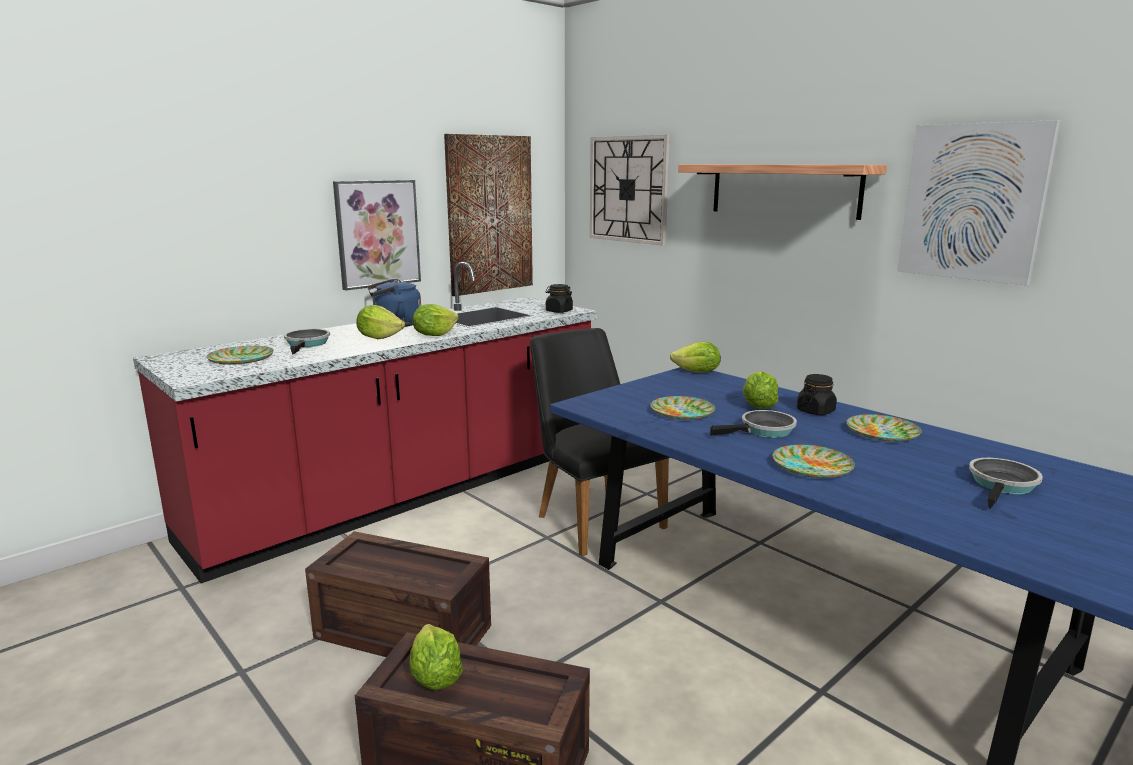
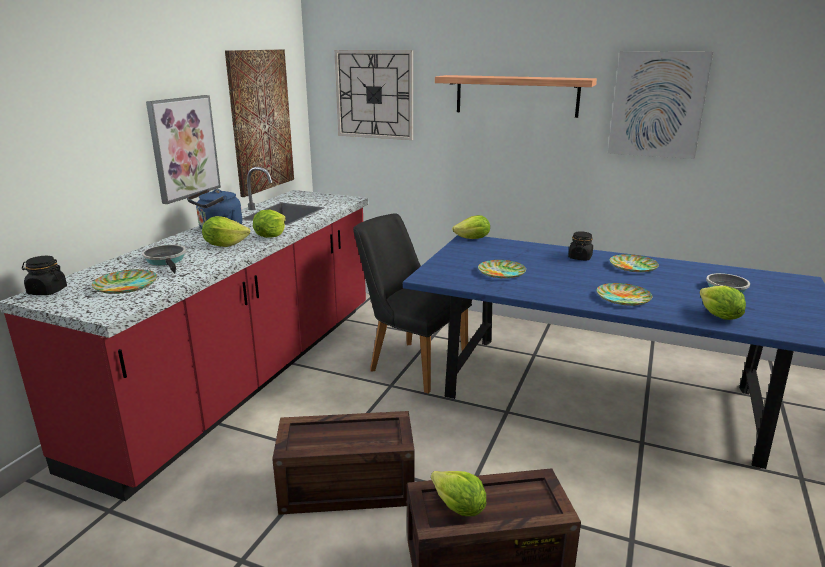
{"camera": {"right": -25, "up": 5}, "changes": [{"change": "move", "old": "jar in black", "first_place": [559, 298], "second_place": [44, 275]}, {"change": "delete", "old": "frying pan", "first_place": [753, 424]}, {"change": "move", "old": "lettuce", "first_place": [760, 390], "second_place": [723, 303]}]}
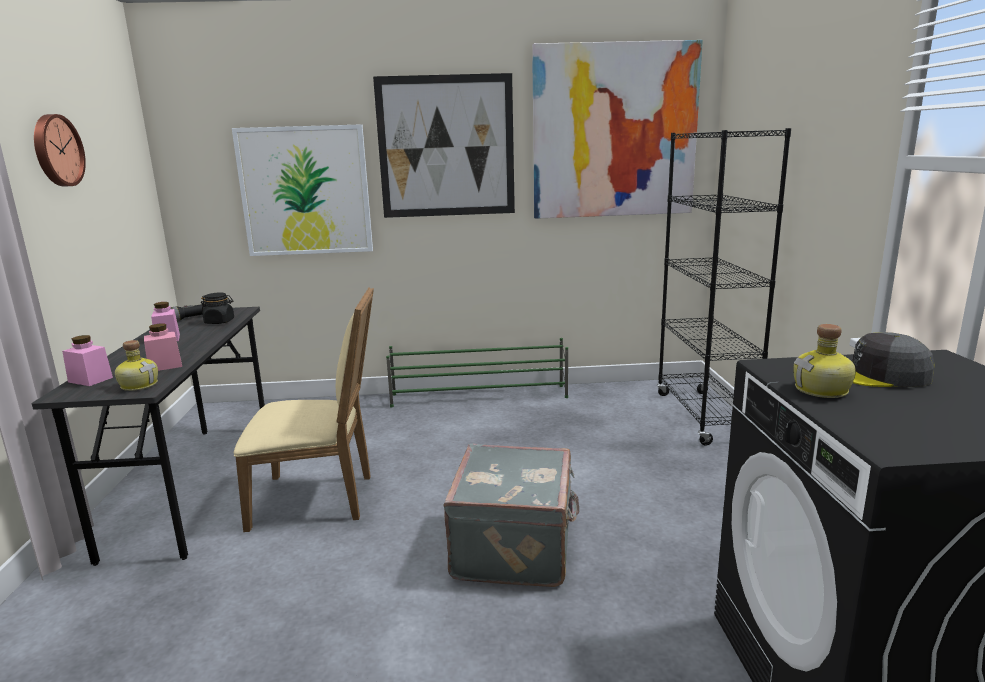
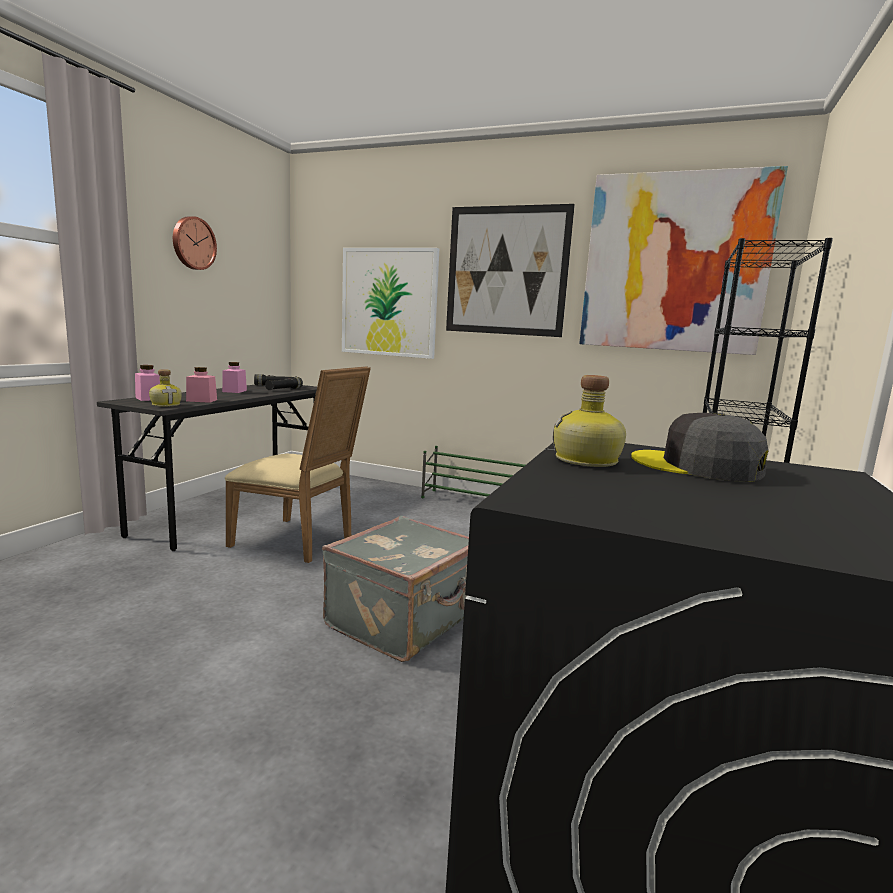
{"camera": {"right": 25, "up": -5}, "changes": [{"change": "replace", "old": "jar in black", "new": "flashlight in black", "first_place": [217, 308], "second_place": [284, 383]}]}
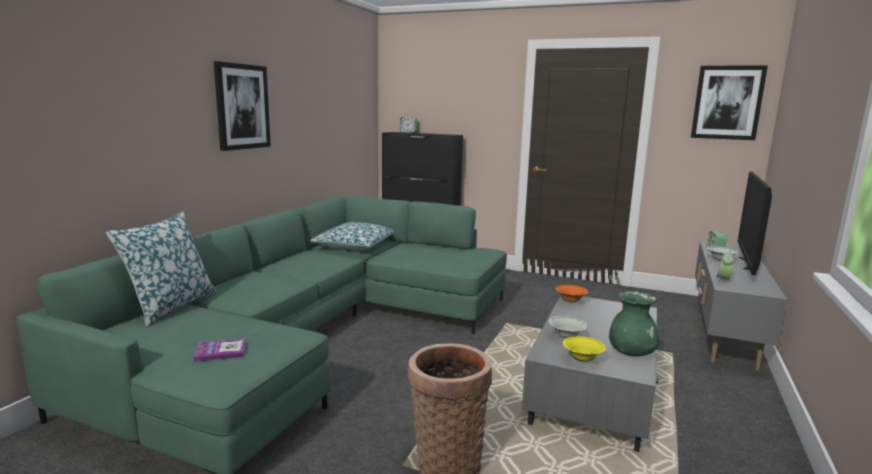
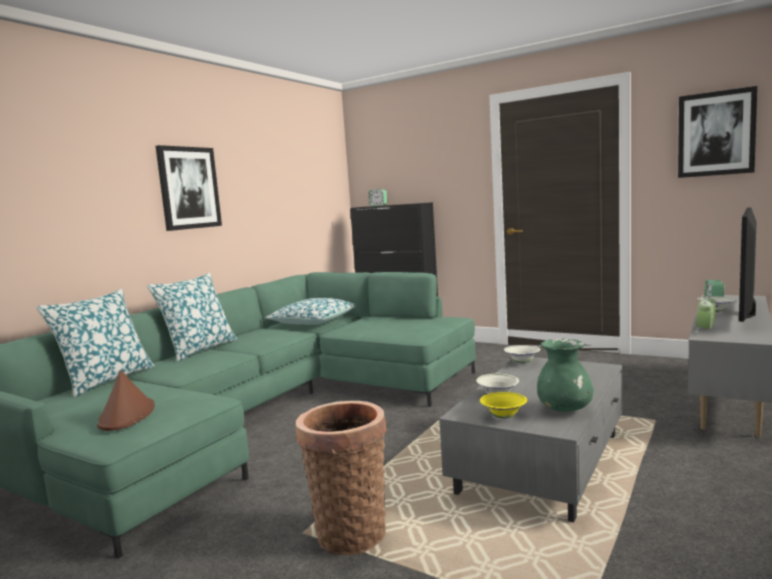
{"camera": {"right": 10, "up": -5}, "changes": [{"change": "replace", "old": "book", "new": "hat in brown", "first_place": [220, 350], "second_place": [126, 400]}, {"change": "recolor", "old": "bowl in orange", "new": "bowl in white", "first_place": [571, 293], "second_place": [522, 354]}, {"change": "insert", "new": "pillow", "second_place": [192, 317]}]}
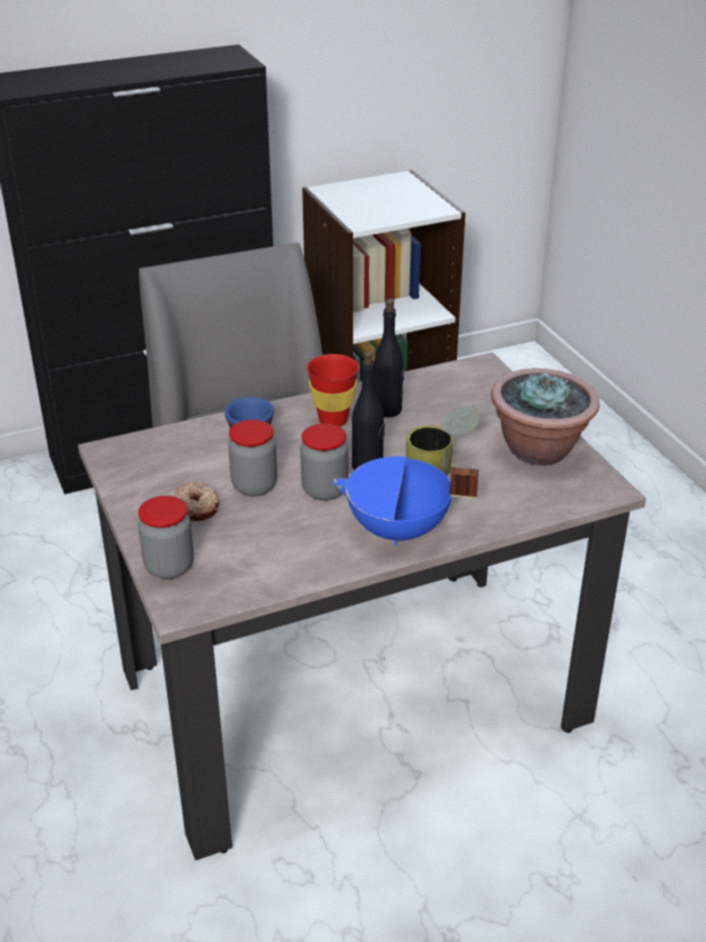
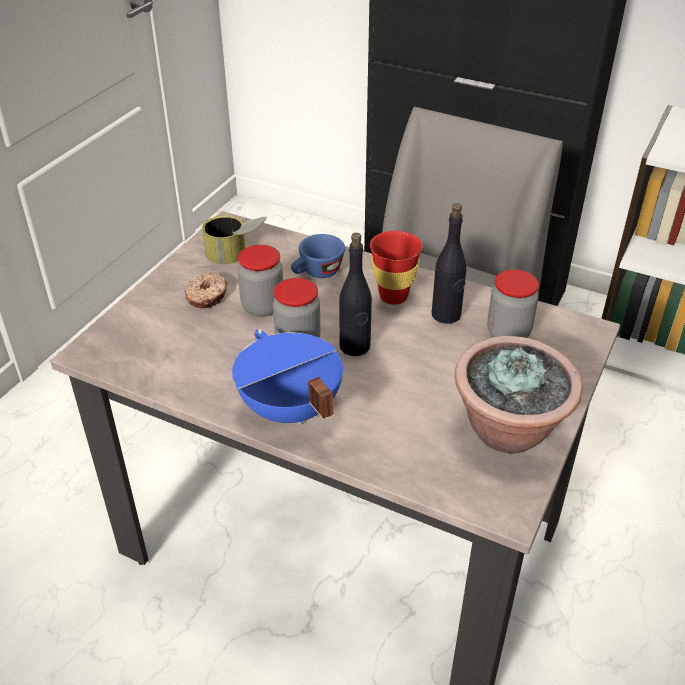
{"camera": {"right": 50, "up": 5}, "changes": [{"change": "move", "old": "jar", "first_place": [166, 537], "second_place": [513, 304]}, {"change": "move", "old": "can", "first_place": [443, 441], "second_place": [234, 239]}]}
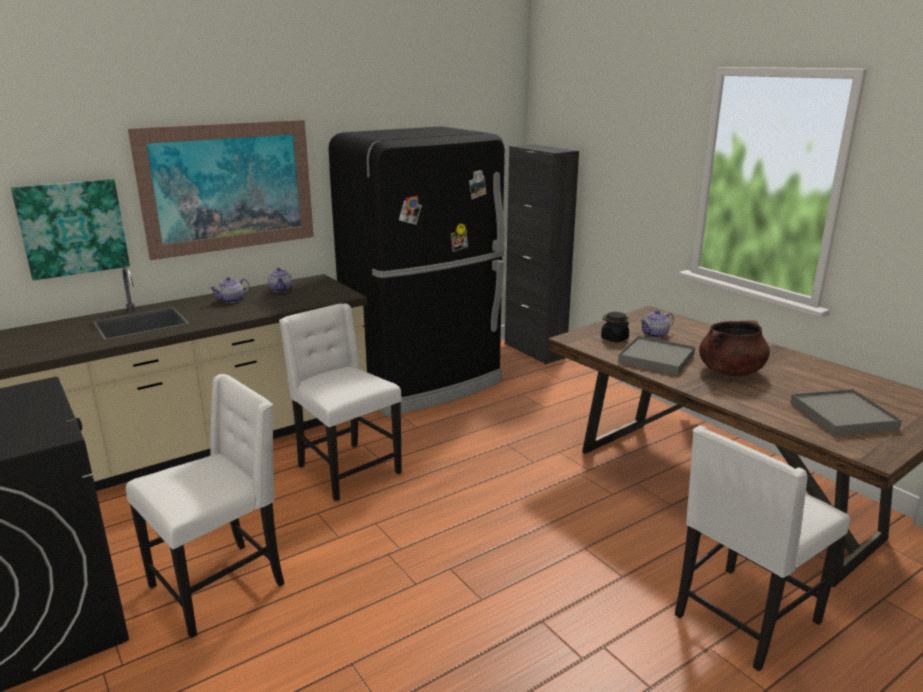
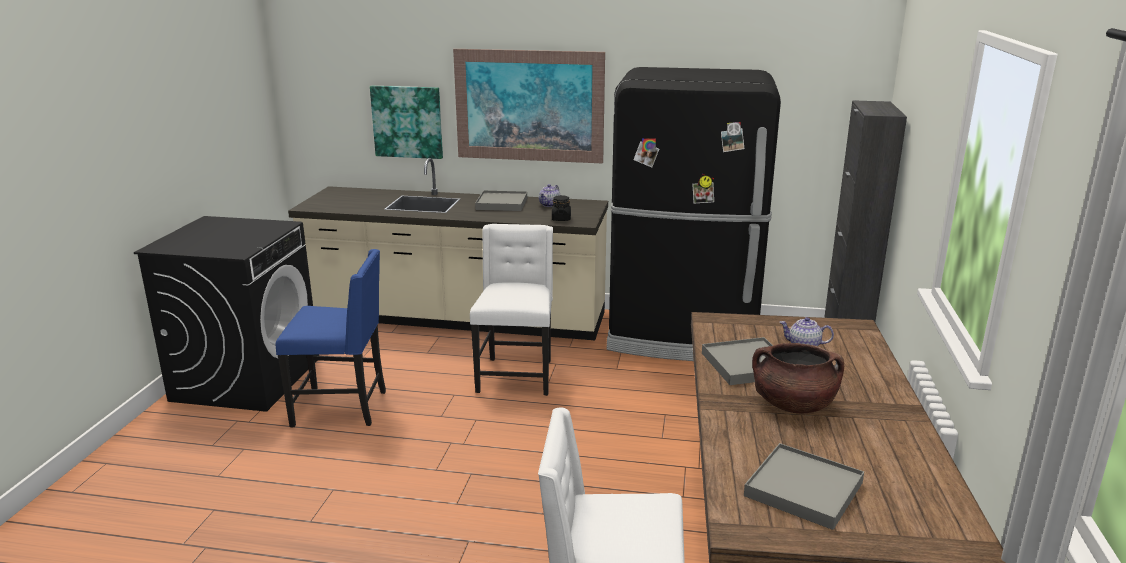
{"camera": {"right": 45, "up": 0}, "changes": [{"change": "recolor", "old": "chair in white", "new": "chair in blue", "first_place": [205, 506], "second_place": [331, 338]}, {"change": "replace", "old": "teapot", "new": "tray in grey", "first_place": [229, 290], "second_place": [501, 200]}, {"change": "move", "old": "jar in black", "first_place": [615, 327], "second_place": [561, 208]}]}
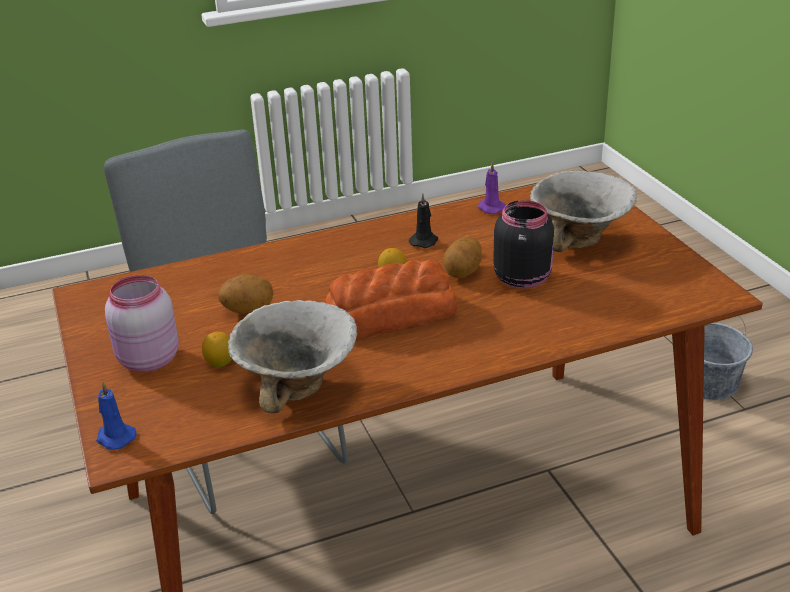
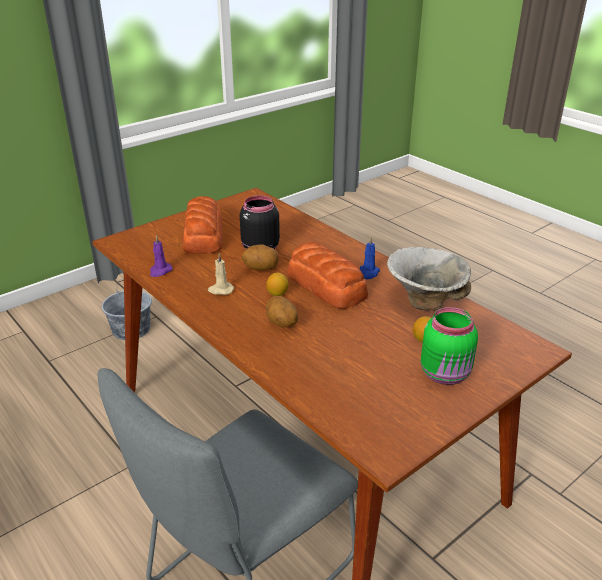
{"camera": {"right": -110, "up": 0}, "changes": [{"change": "move", "old": "candle in blue", "first_place": [116, 415], "second_place": [370, 258]}, {"change": "recolor", "old": "jar in pink", "new": "jar in green", "first_place": [142, 323], "second_place": [449, 346]}, {"change": "move", "old": "potato", "first_place": [246, 293], "second_place": [282, 312]}, {"change": "recolor", "old": "candle in black", "new": "candle in beige", "first_place": [423, 221], "second_place": [221, 274]}, {"change": "replace", "old": "bowl", "new": "bread", "first_place": [583, 211], "second_place": [203, 225]}]}
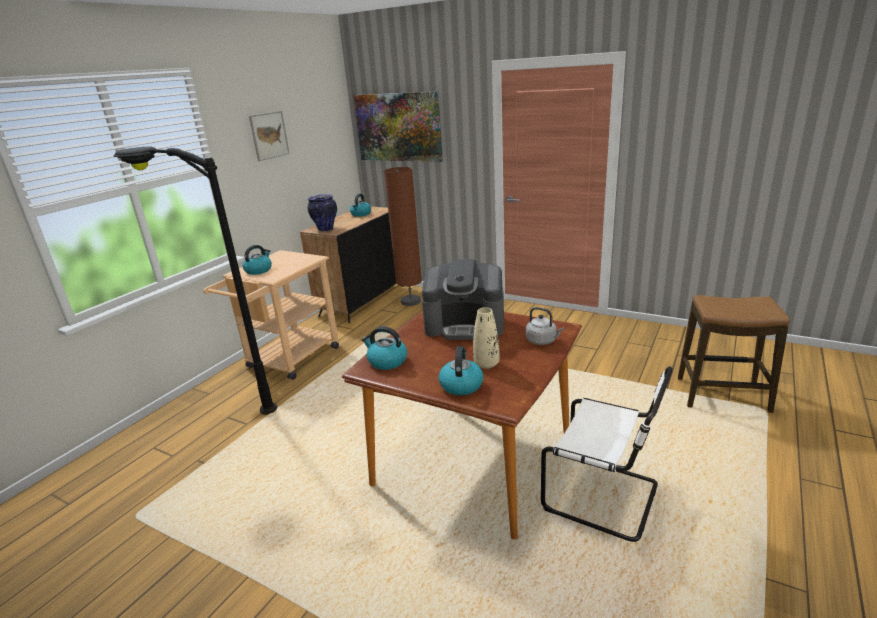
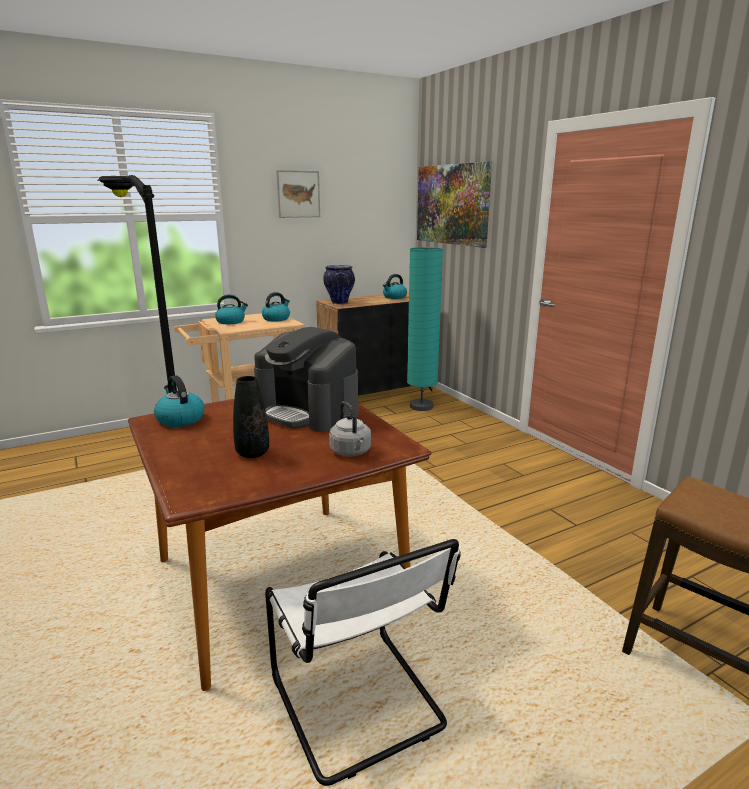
{"camera": {"right": 30, "up": -5}, "changes": [{"change": "recolor", "old": "floor lamp in brown", "new": "floor lamp in turquoise", "first_place": [403, 236], "second_place": [425, 329]}, {"change": "move", "old": "kettle", "first_place": [461, 371], "second_place": [276, 306]}, {"change": "recolor", "old": "vase in beige", "new": "vase in black", "first_place": [486, 338], "second_place": [251, 417]}]}
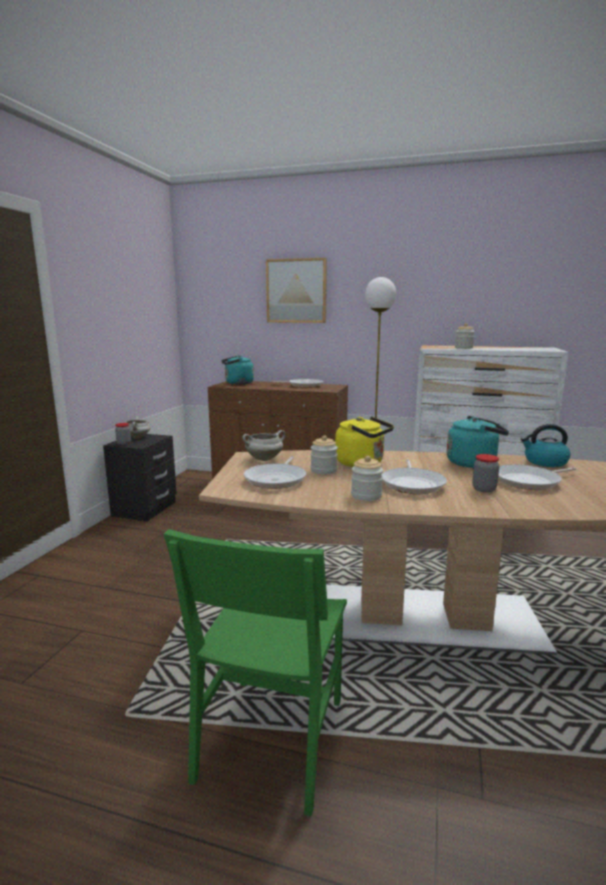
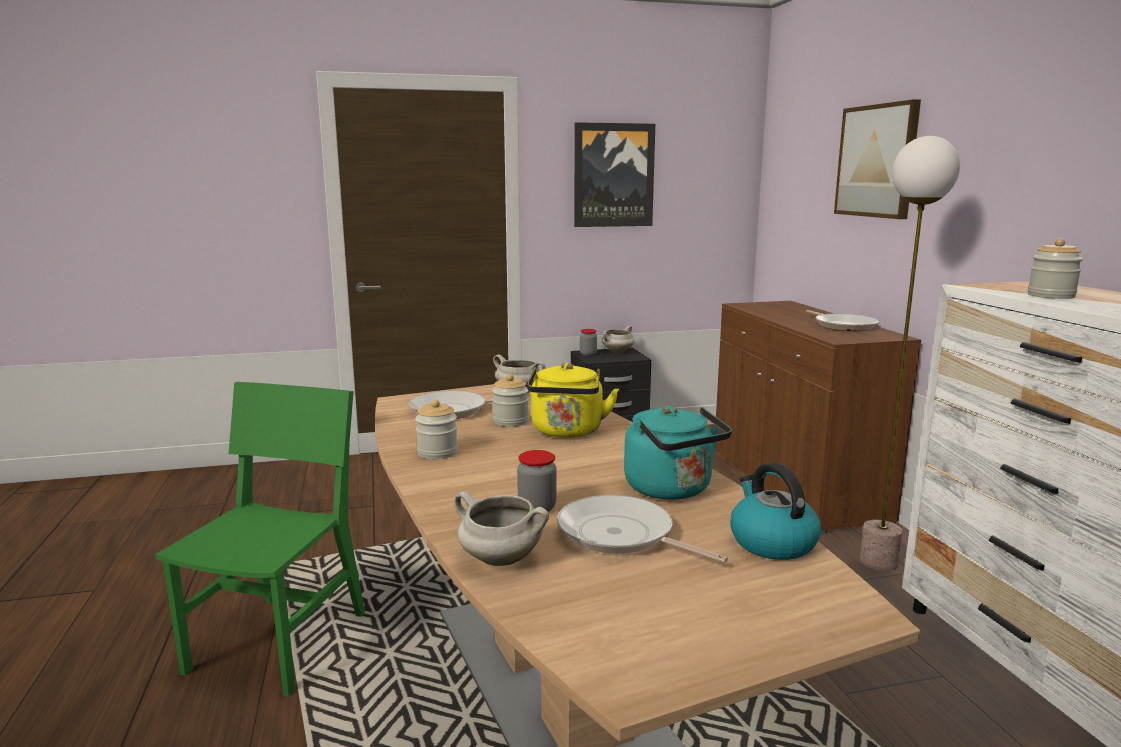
{"camera": {"right": 60, "up": 0}, "changes": [{"change": "rotate", "old": "chair in green", "first_place": [255, 673], "second_place": [260, 539], "degrees": 120}, {"change": "delete", "old": "kettle in turquoise", "first_place": [237, 369]}, {"change": "delete", "old": "frying pan", "first_place": [414, 476]}, {"change": "insert", "new": "cooking pot in white", "second_place": [501, 529]}, {"change": "insert", "new": "picture", "second_place": [614, 174]}]}
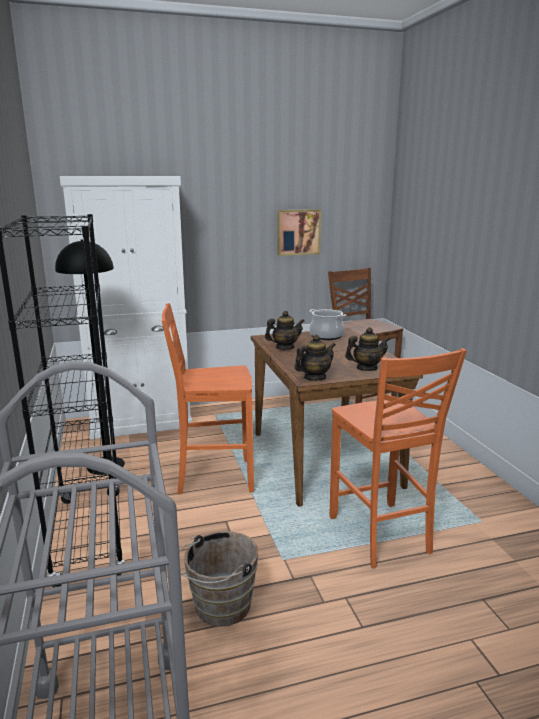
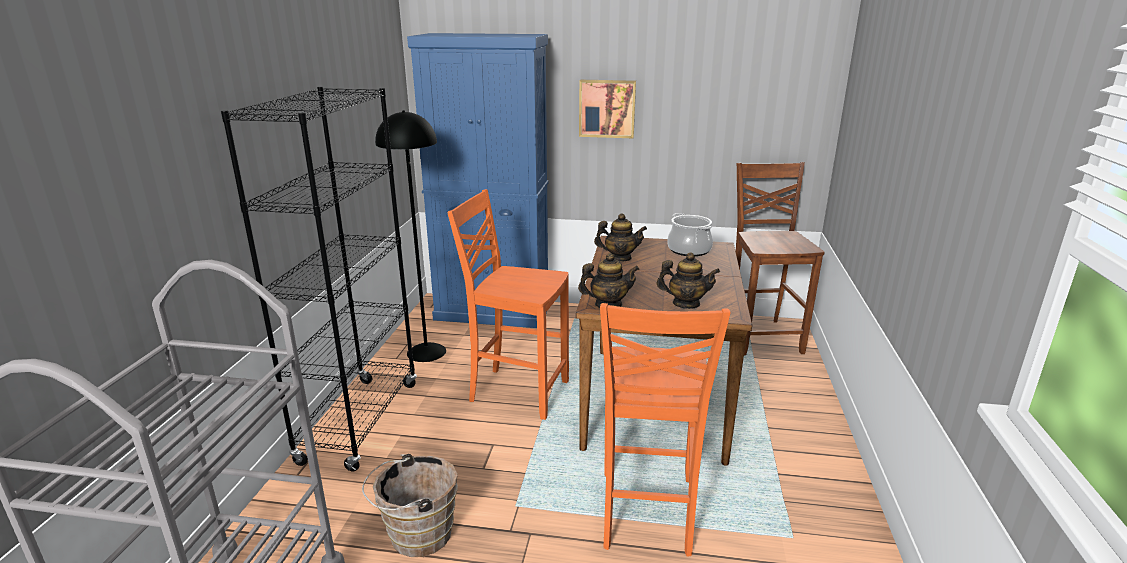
{"camera": {"right": 25, "up": 5}, "changes": [{"change": "recolor", "old": "cabinet in white", "new": "cabinet in blue", "first_place": [126, 307], "second_place": [478, 180]}, {"change": "move", "old": "picture", "first_place": [299, 232], "second_place": [607, 109]}]}
